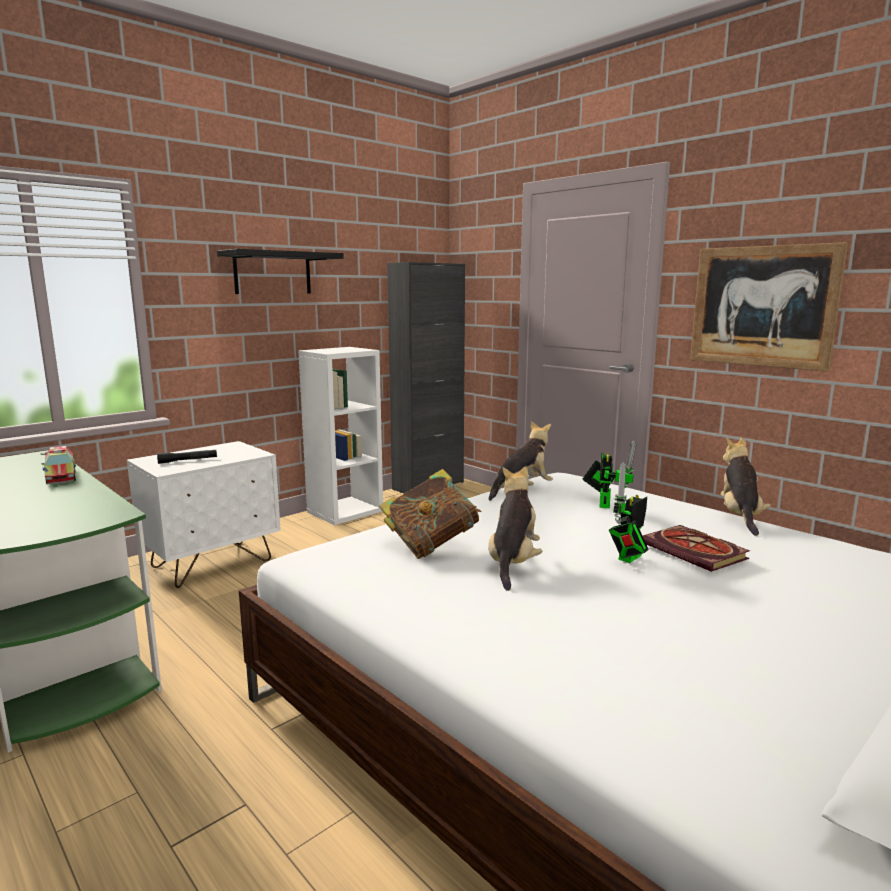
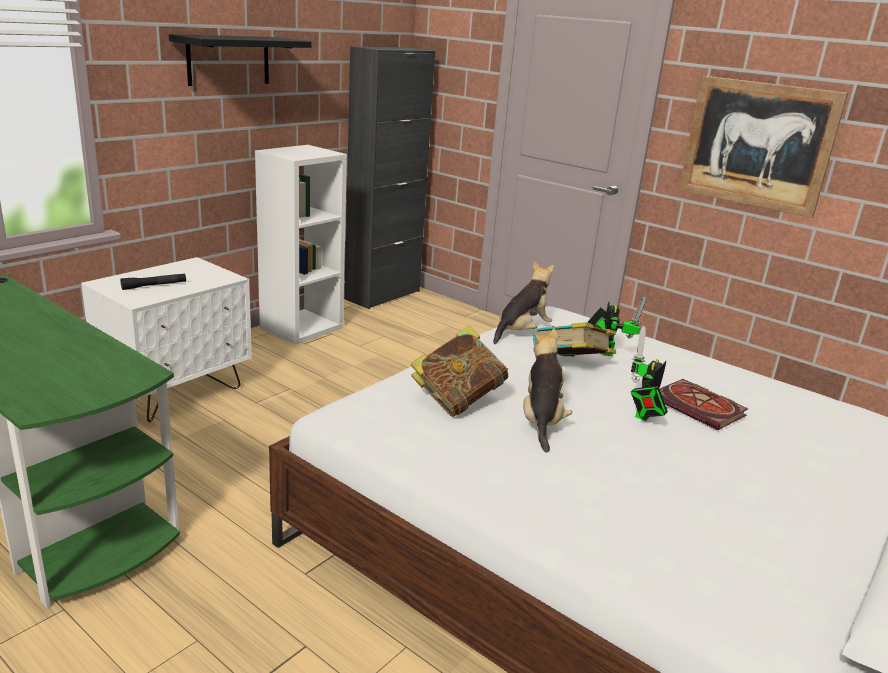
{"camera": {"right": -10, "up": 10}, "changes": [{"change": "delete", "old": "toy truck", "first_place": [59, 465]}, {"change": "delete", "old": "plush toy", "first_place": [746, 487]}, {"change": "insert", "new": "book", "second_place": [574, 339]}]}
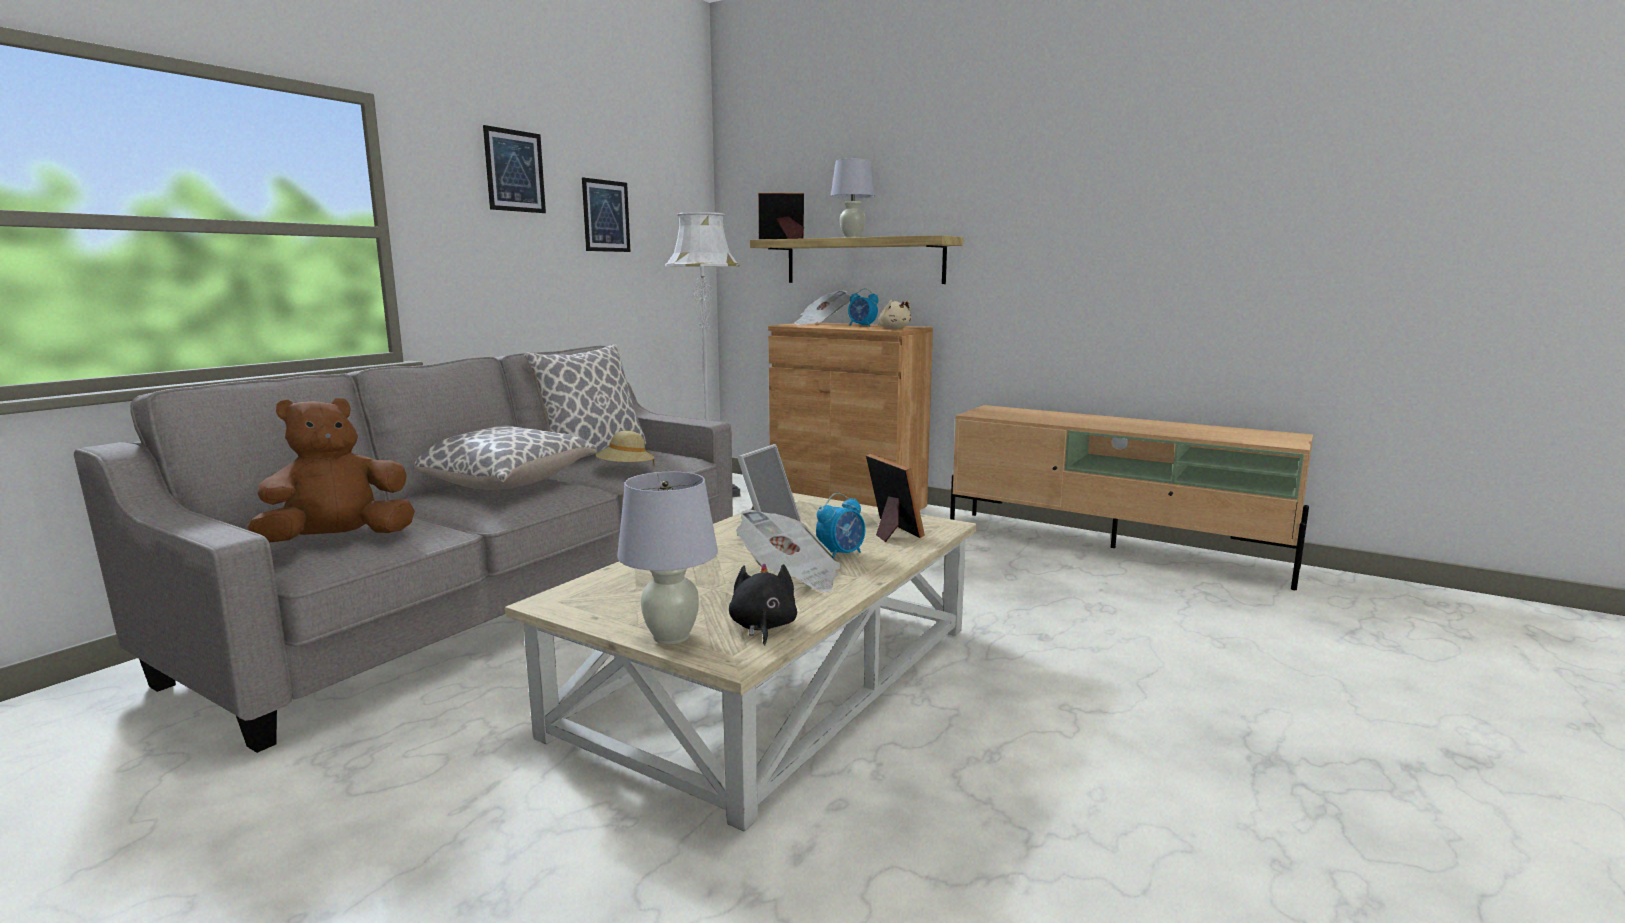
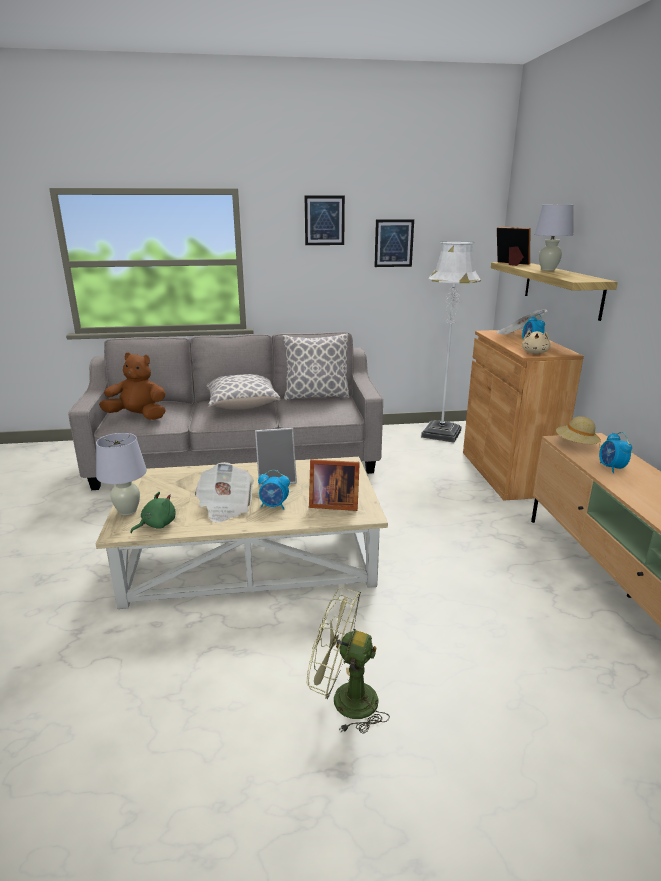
{"camera": {"right": 50, "up": 10}, "changes": [{"change": "move", "old": "hat in beige", "first_place": [625, 449], "second_place": [578, 431]}, {"change": "recolor", "old": "plush toy in black", "new": "plush toy in green", "first_place": [763, 604], "second_place": [153, 512]}, {"change": "rotate", "old": "picture frame", "first_place": [895, 497], "second_place": [334, 485], "degrees": 75}, {"change": "insert", "new": "fan in green", "second_place": [348, 660]}, {"change": "insert", "new": "alarm clock", "second_place": [615, 452]}]}
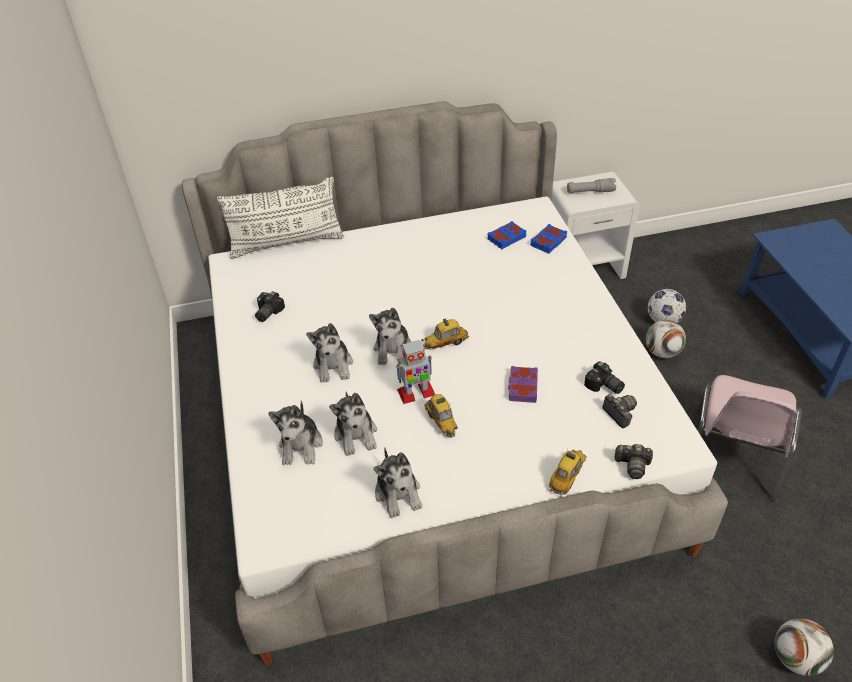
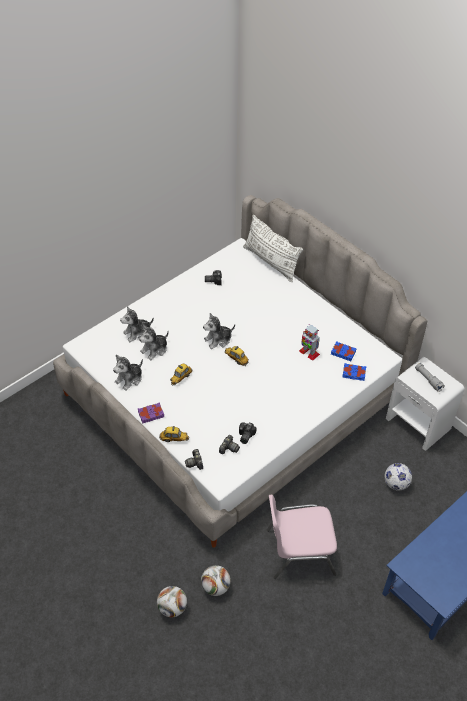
{"camera": {"right": 60, "up": 5}, "changes": [{"change": "delete", "old": "plush toy", "first_place": [329, 353]}, {"change": "move", "old": "toy robot", "first_place": [416, 371], "second_place": [309, 342]}, {"change": "move", "old": "book in purple", "first_place": [523, 384], "second_place": [151, 413]}, {"change": "move", "old": "football", "first_place": [666, 339], "second_place": [216, 580]}]}
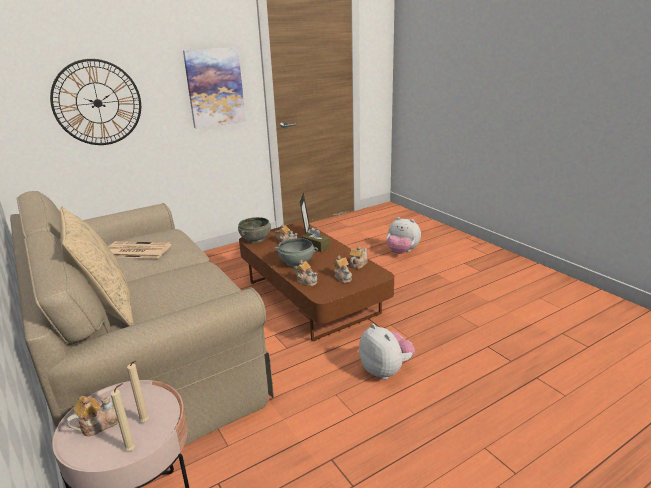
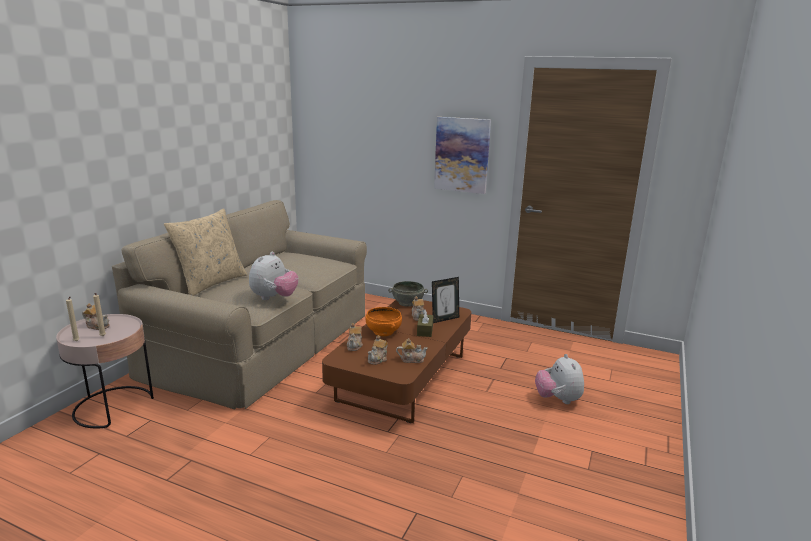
{"camera": {"right": 55, "up": -5}, "changes": [{"change": "delete", "old": "wall clock", "first_place": [95, 102]}, {"change": "delete", "old": "newspaper", "first_place": [140, 250]}, {"change": "recolor", "old": "bowl in grey", "new": "bowl in orange", "first_place": [296, 253], "second_place": [384, 321]}, {"change": "move", "old": "plush toy", "first_place": [387, 351], "second_place": [274, 276]}]}
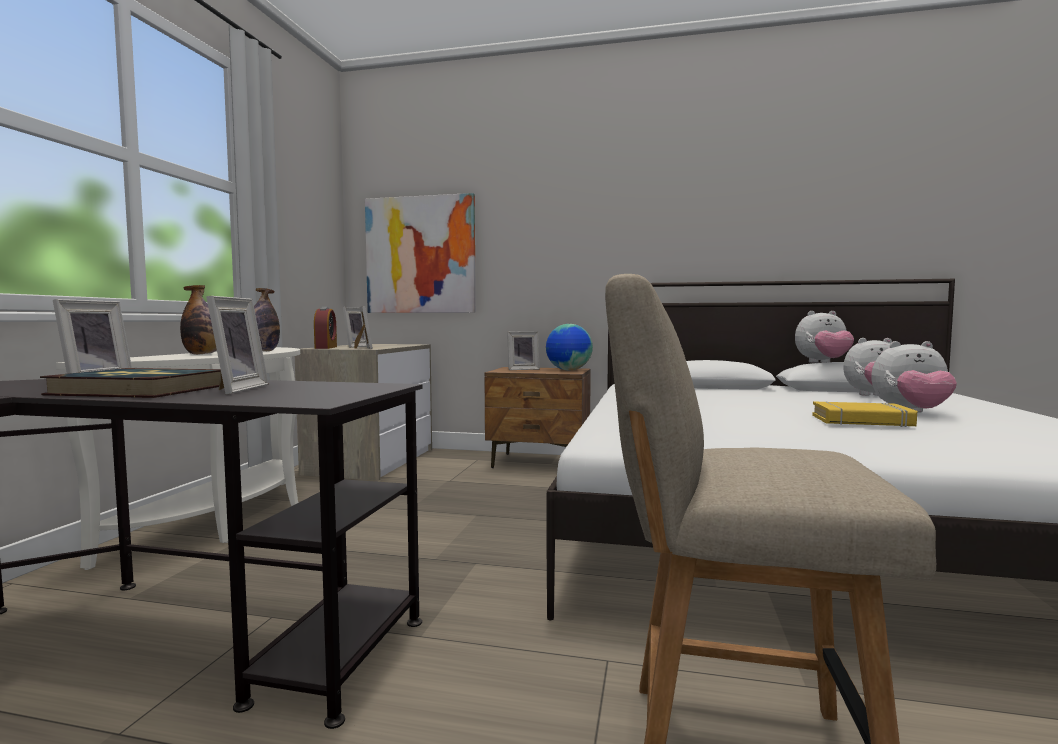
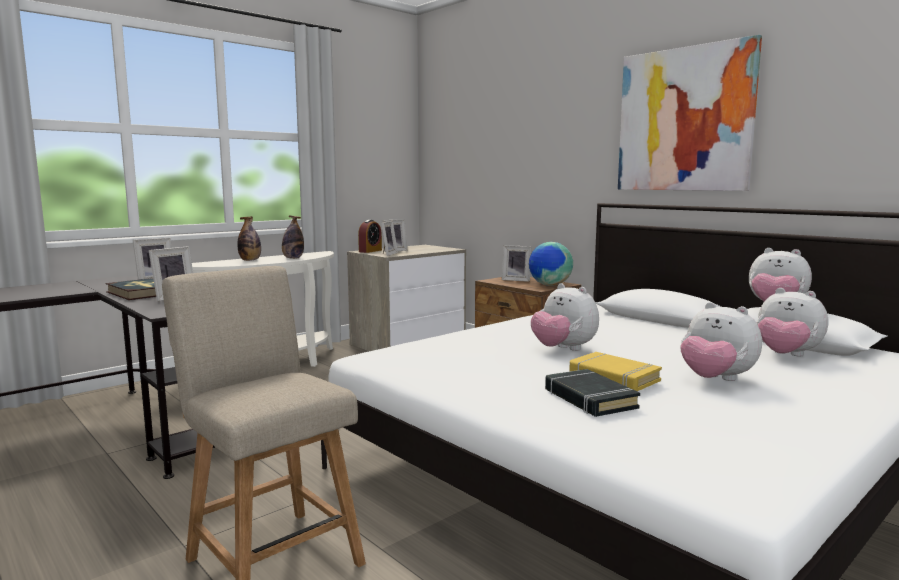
{"camera": {"right": 35, "up": 5}, "changes": [{"change": "move", "old": "picture", "first_place": [420, 253], "second_place": [690, 113]}, {"change": "insert", "new": "plush toy", "second_place": [565, 317]}, {"change": "insert", "new": "book in black", "second_place": [592, 393]}]}
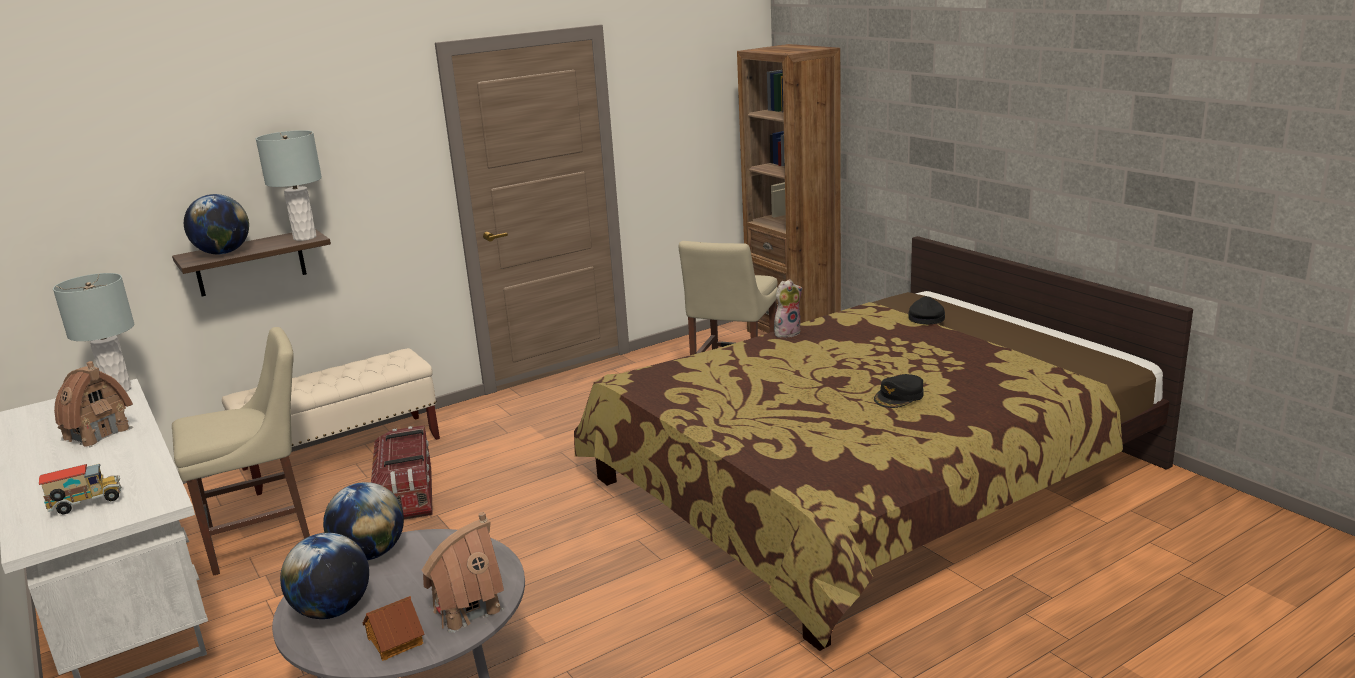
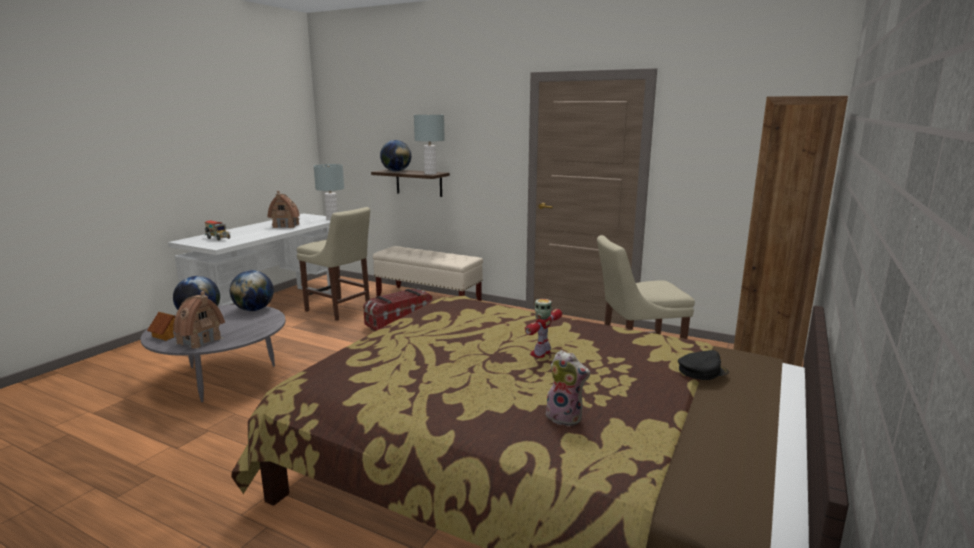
{"camera": {"right": 60, "up": -5}, "changes": [{"change": "move", "old": "plush toy", "first_place": [788, 308], "second_place": [568, 388]}, {"change": "delete", "old": "cap in black", "first_place": [899, 391]}, {"change": "insert", "new": "toy robot", "second_place": [543, 328]}]}
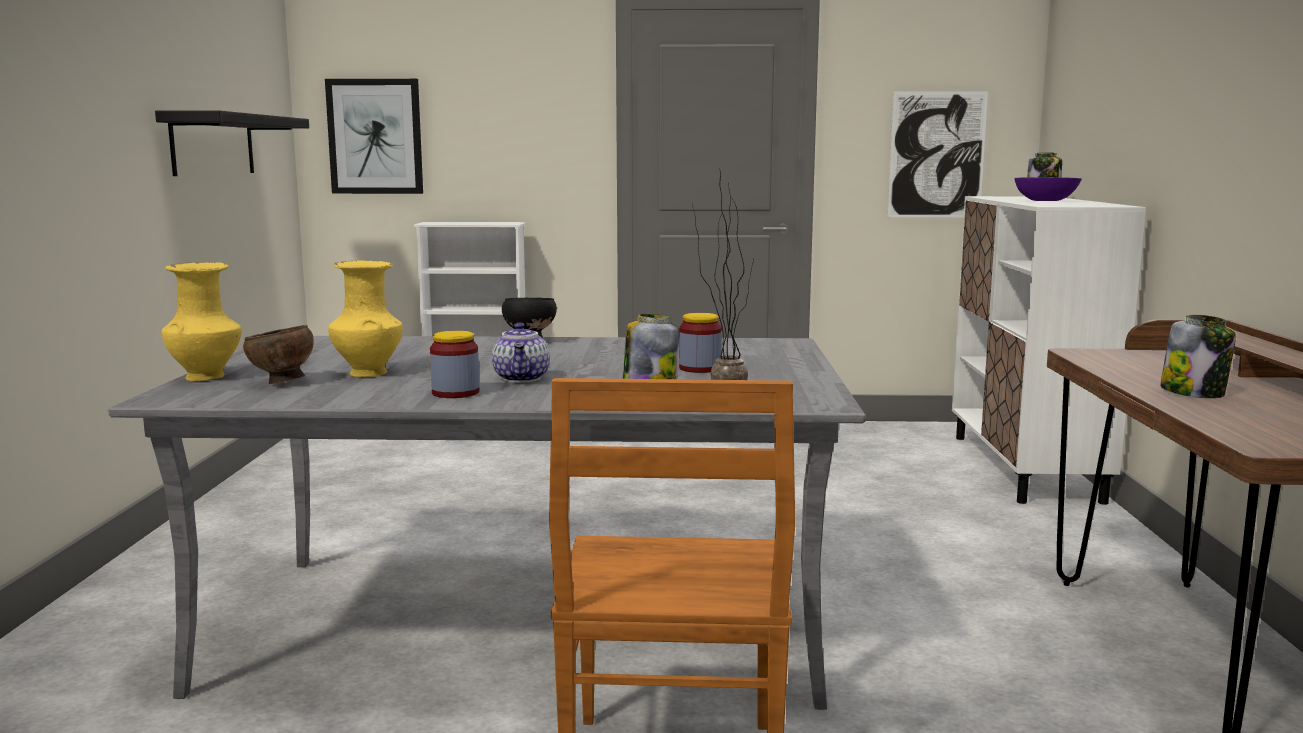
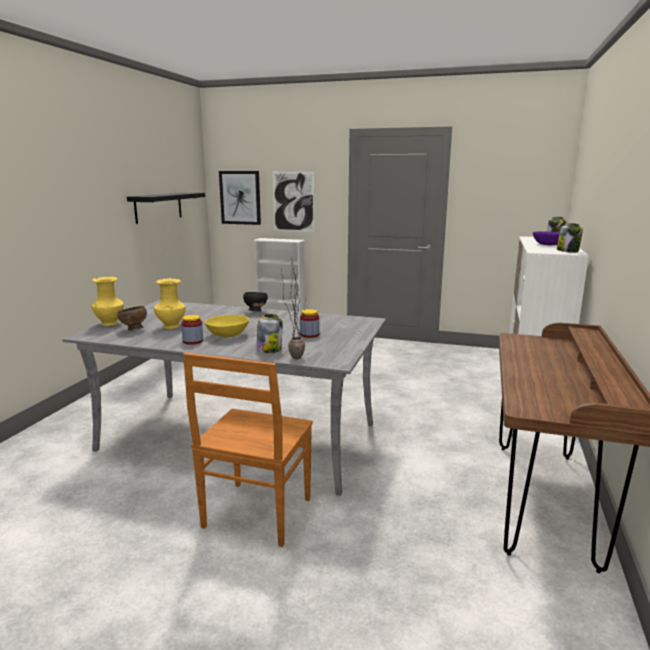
{"camera": {"right": 15, "up": 5}, "changes": [{"change": "replace", "old": "teapot", "new": "bowl in yellow", "first_place": [521, 353], "second_place": [227, 326]}, {"change": "move", "old": "picture", "first_place": [938, 154], "second_place": [293, 202]}, {"change": "move", "old": "jar", "first_place": [1198, 356], "second_place": [570, 238]}]}
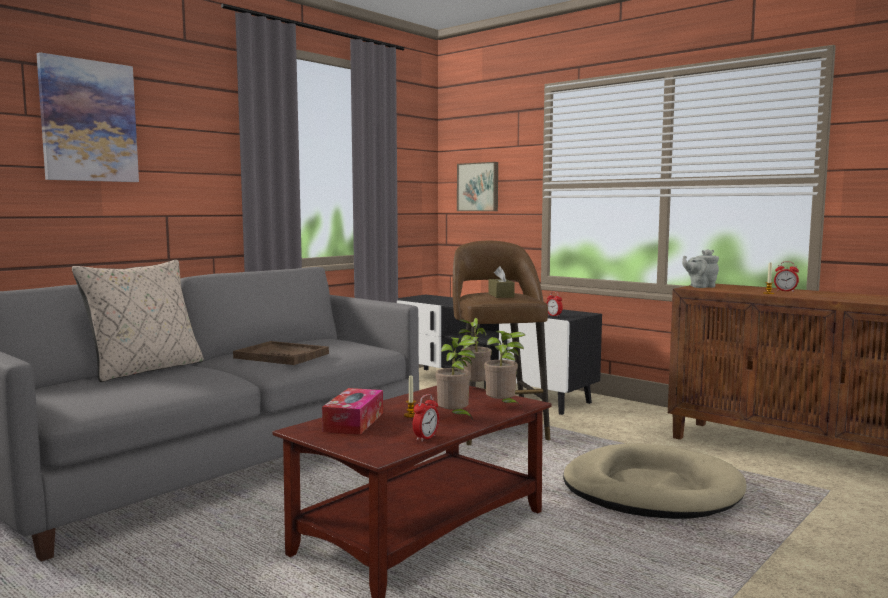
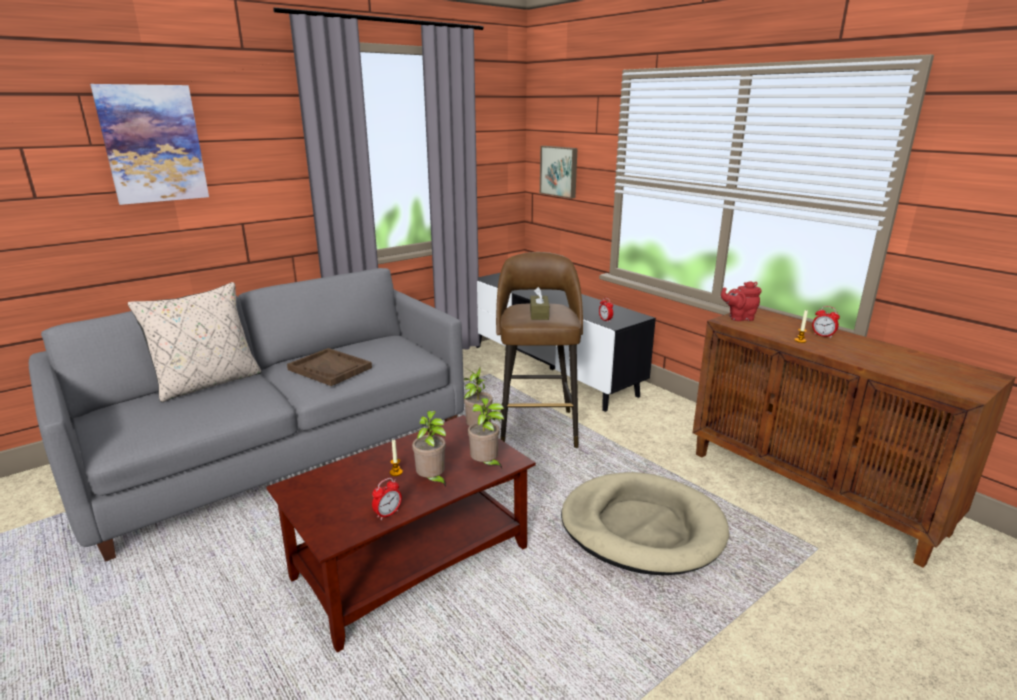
{"camera": {"right": 10, "up": 15}, "changes": [{"change": "delete", "old": "tissue box", "first_place": [352, 411]}, {"change": "recolor", "old": "teapot in grey", "new": "teapot in red", "first_place": [700, 268], "second_place": [741, 301]}]}
